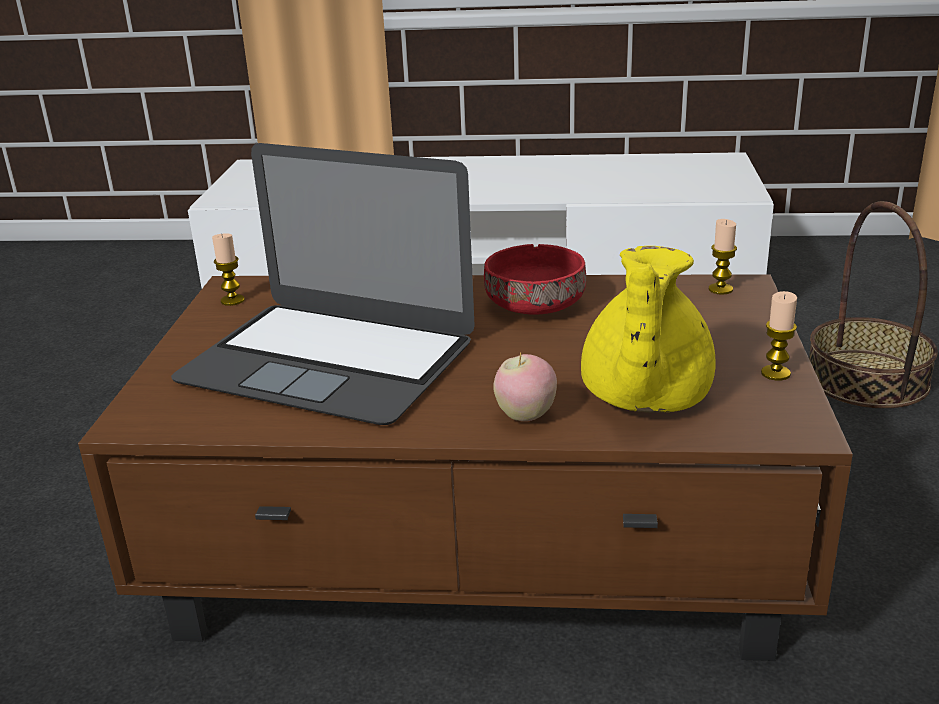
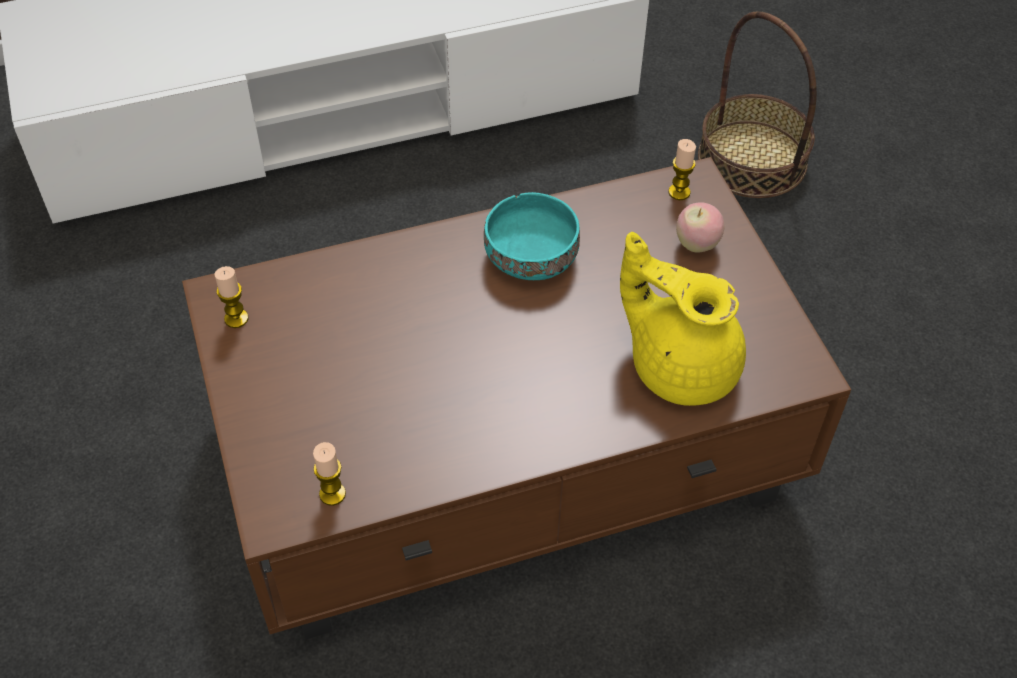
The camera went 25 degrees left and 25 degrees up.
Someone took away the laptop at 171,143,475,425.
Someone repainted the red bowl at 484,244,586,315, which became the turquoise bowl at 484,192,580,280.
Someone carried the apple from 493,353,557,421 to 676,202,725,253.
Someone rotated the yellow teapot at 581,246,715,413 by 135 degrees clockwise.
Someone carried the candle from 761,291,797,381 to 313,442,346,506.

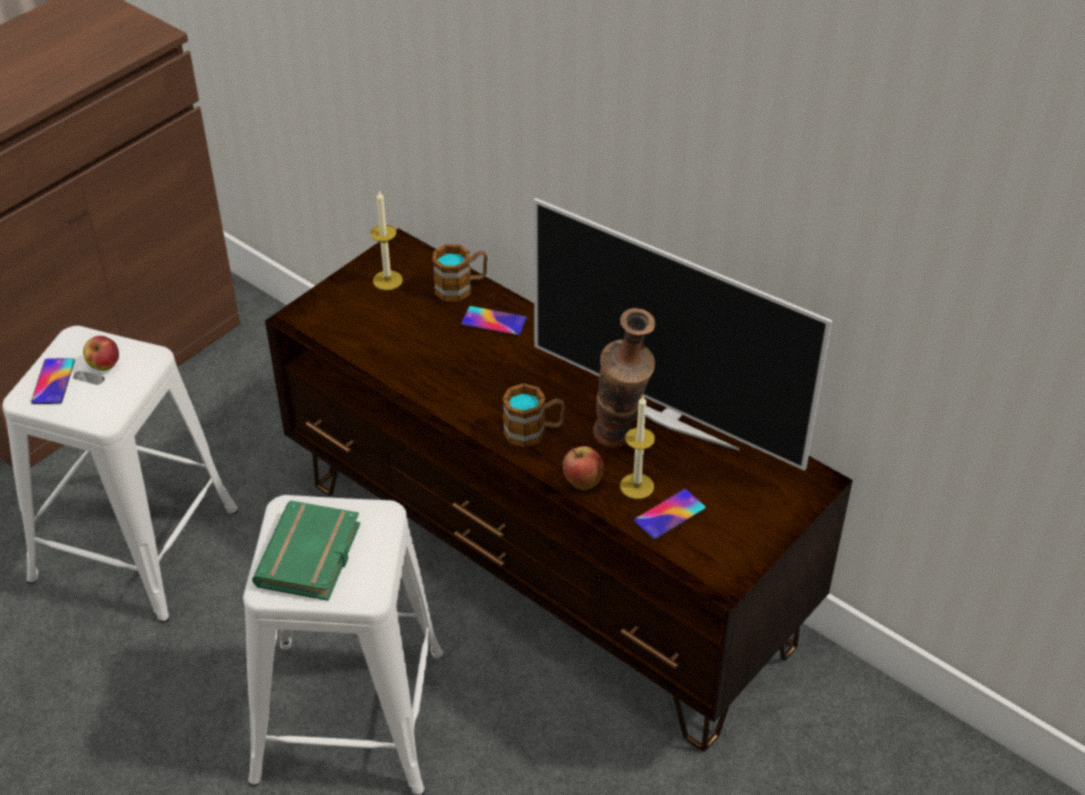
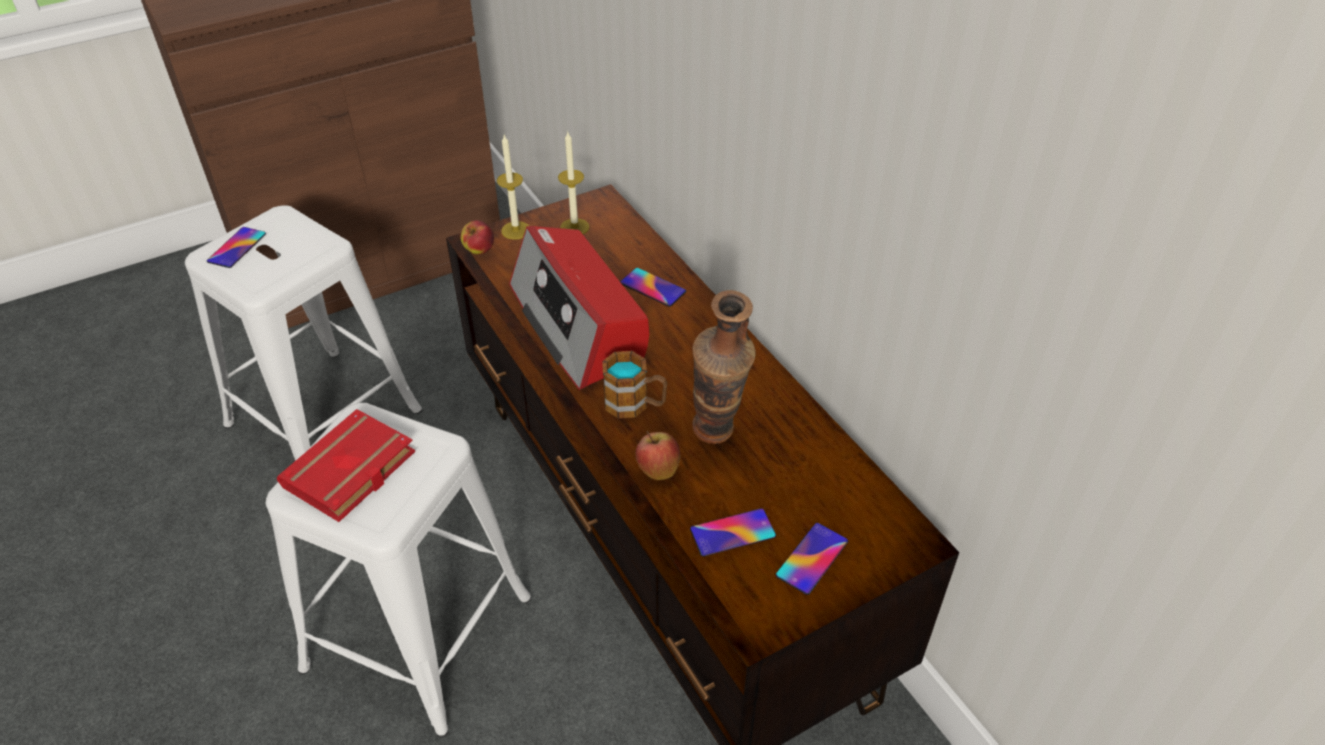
The camera went 20 degrees right and 0 degrees up.
Someone carried the apple from 83,336,119,371 to 461,220,494,255.
Someone repainted the green book at 252,500,360,601, which became the red book at 277,409,415,522.
Someone took away the mug at 432,244,488,302.
Someone took away the television at 534,198,832,471.
Someone carried the candle from 620,396,655,499 to 497,135,529,240.
Someone put down the radio at 509,226,649,390.
Someone put down the phone at 776,523,848,595.

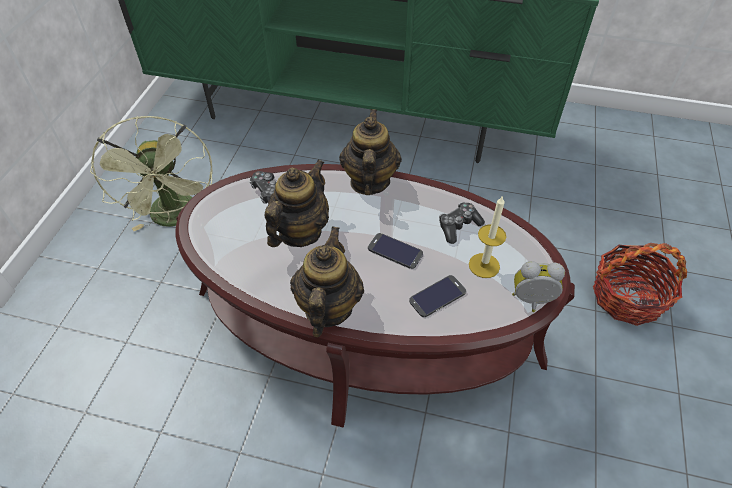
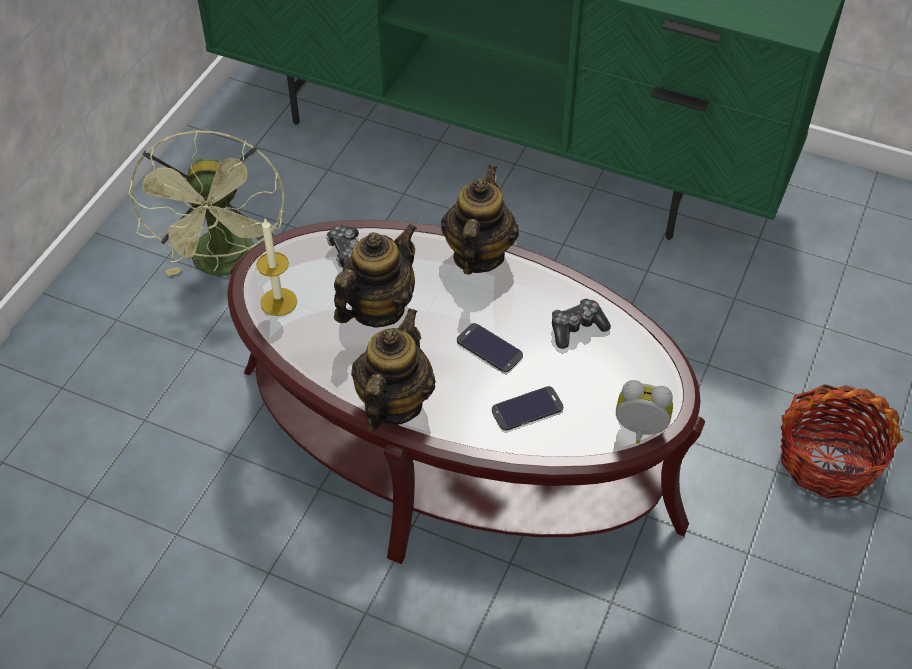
The camera went 10 degrees right and 0 degrees up.
Someone carried the candle from 469,195,506,278 to 256,219,297,316.

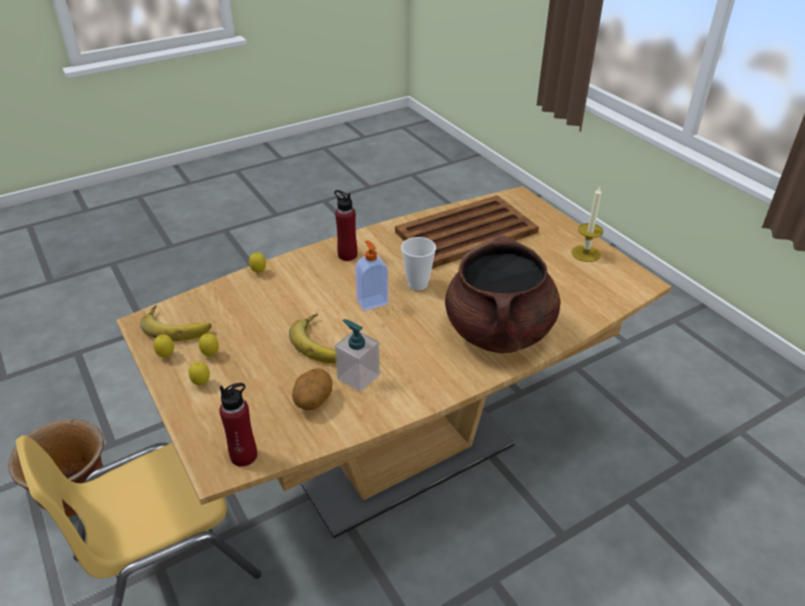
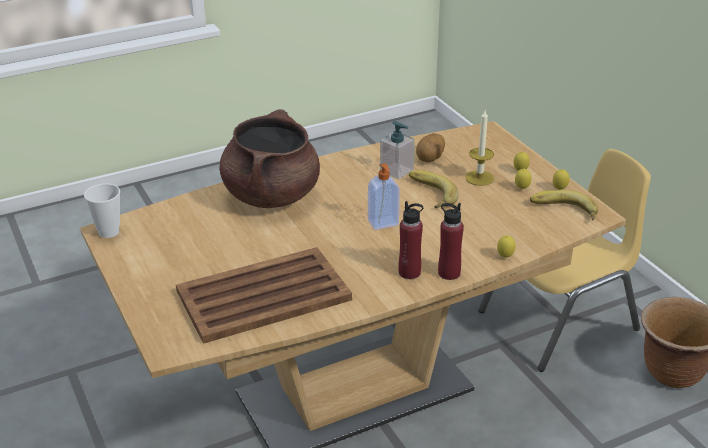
The camera went 175 degrees left and 5 degrees down.
Someone carried the red bottle from 219,383,257,467 to 438,203,464,280.
Someone carried the cup from 401,237,436,290 to 84,184,120,238.
Someone carried the candle from 572,185,603,262 to 465,110,494,186.

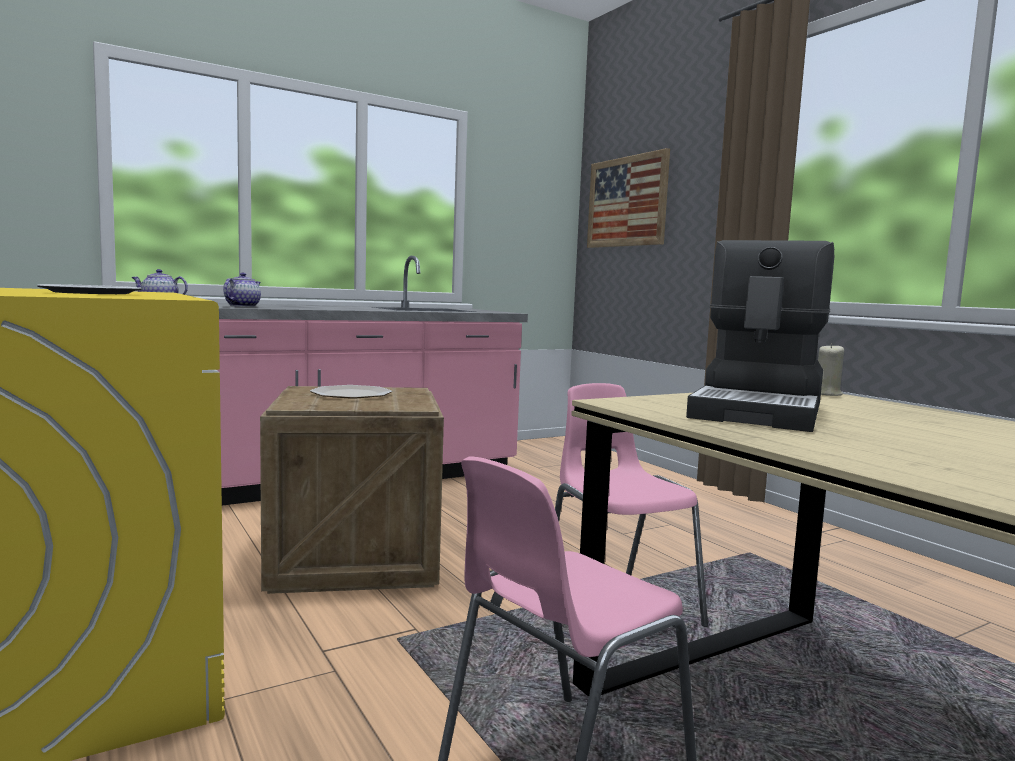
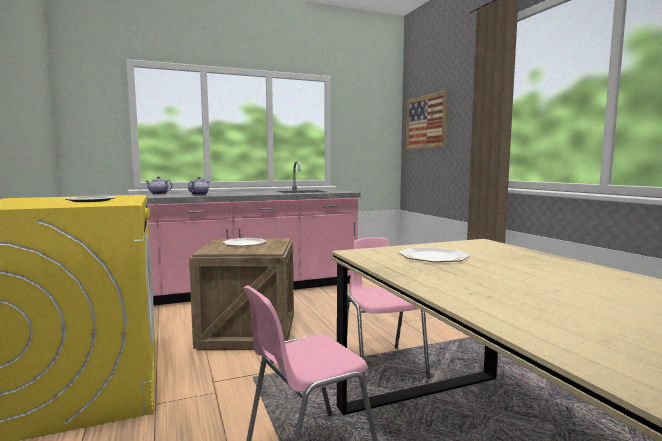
The camera went 10 degrees right and 0 degrees up.
Someone swapped the coffee machine at 686,240,834,432 for the plate at 399,247,470,262.
Someone took away the beige candle at 818,343,844,396.

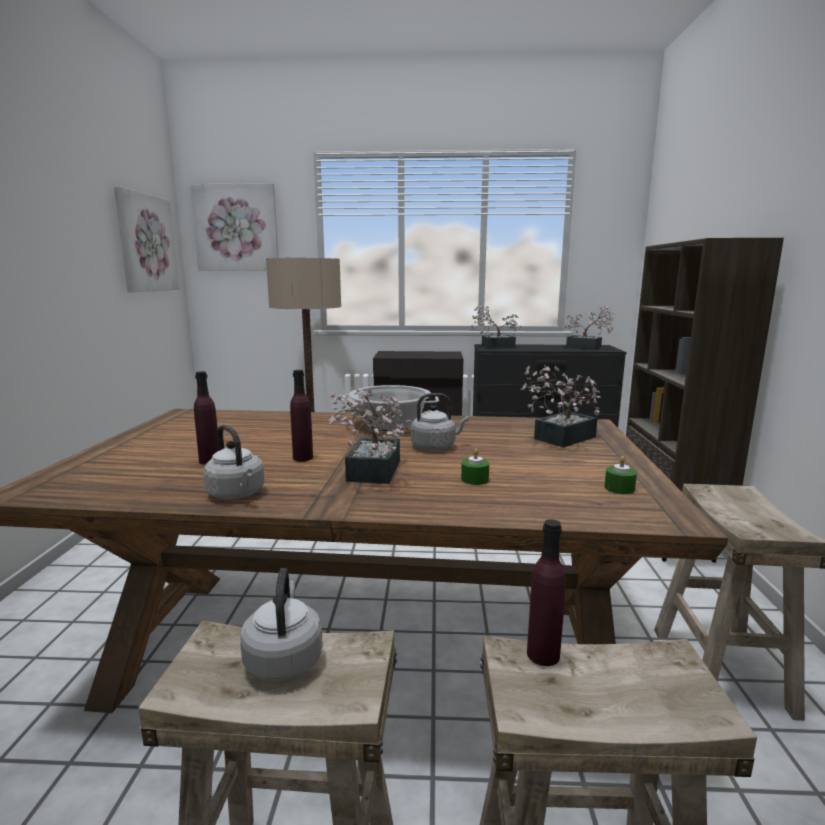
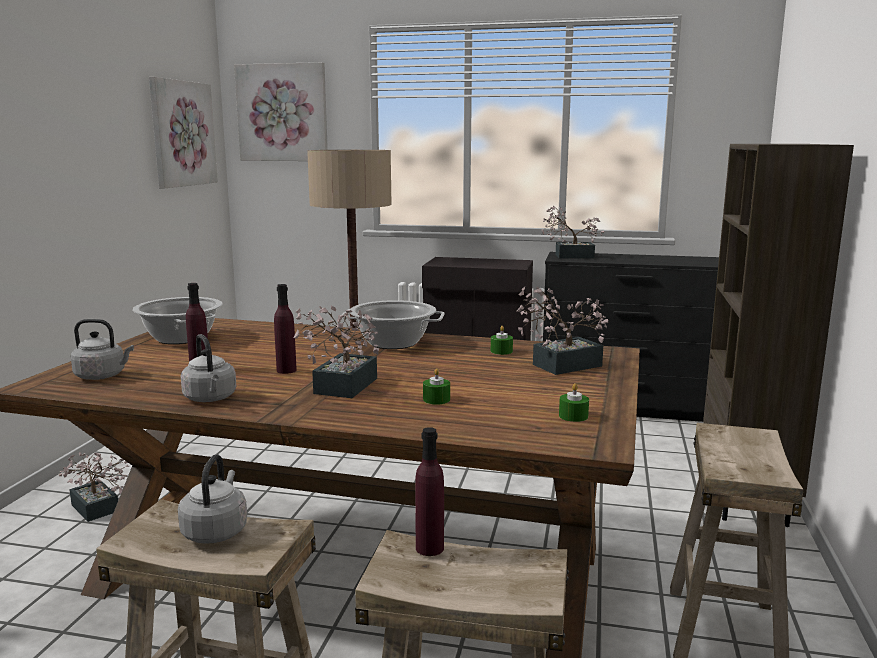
The camera went 10 degrees right and 0 degrees up.
Someone carried the grey kettle from 411,393,469,450 to 71,319,134,380.
Someone carried the potted plant from 562,306,615,350 to 59,452,129,522.
Someone put down the cooking pot at 133,297,223,344.
Someone put down the green candle at 491,326,513,355.

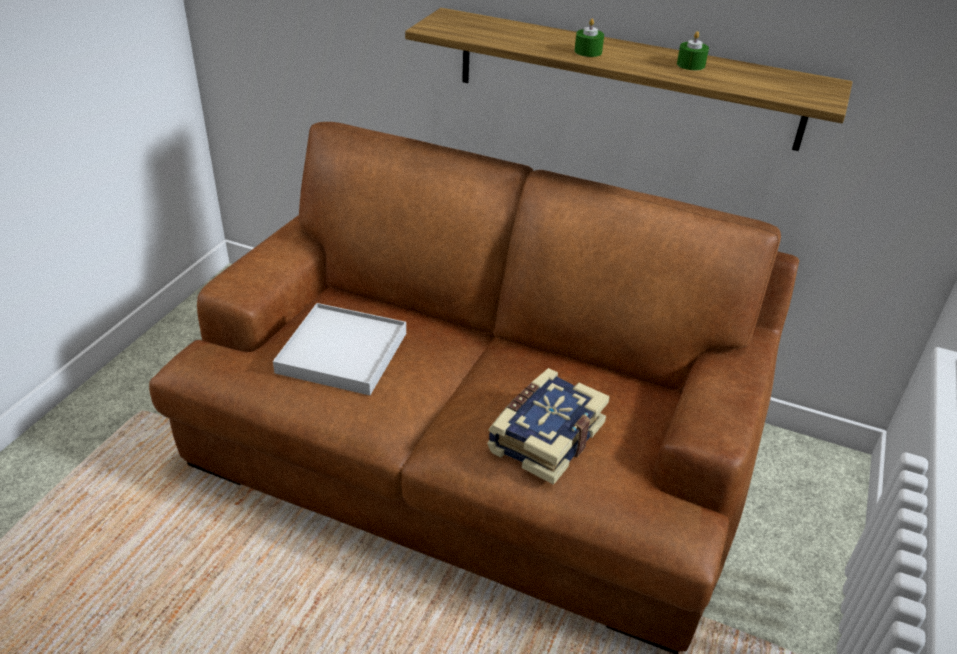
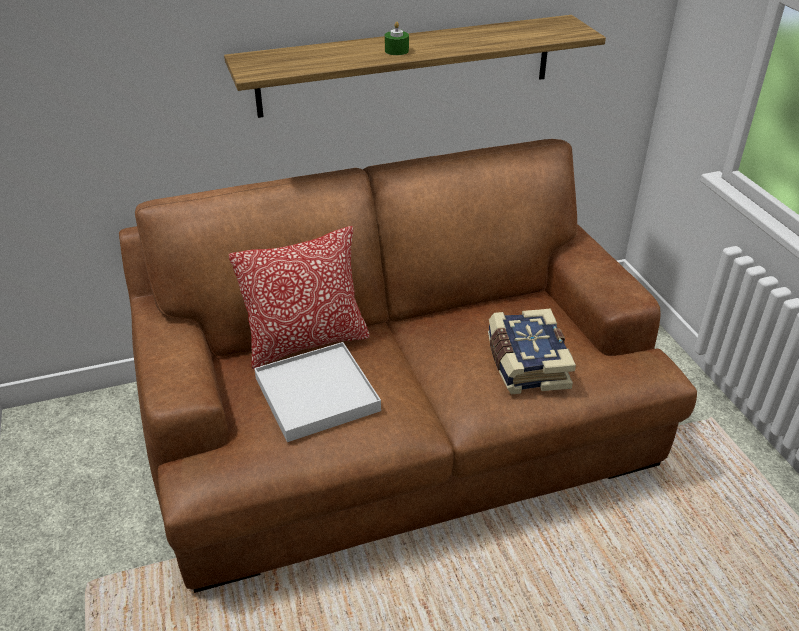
The camera went 40 degrees left and 0 degrees up.
Someone took away the green candle at 677,31,709,70.
Someone put down the pillow at 229,226,369,369.

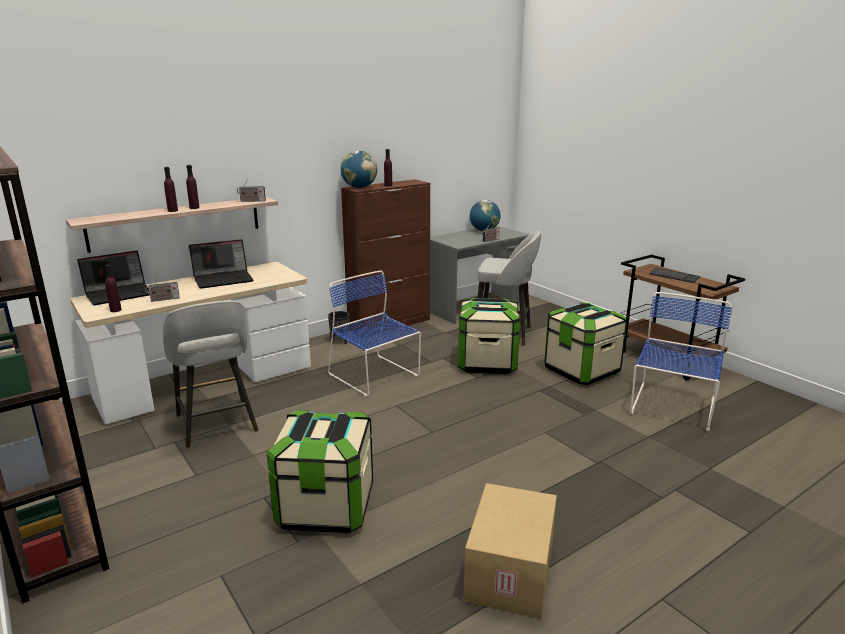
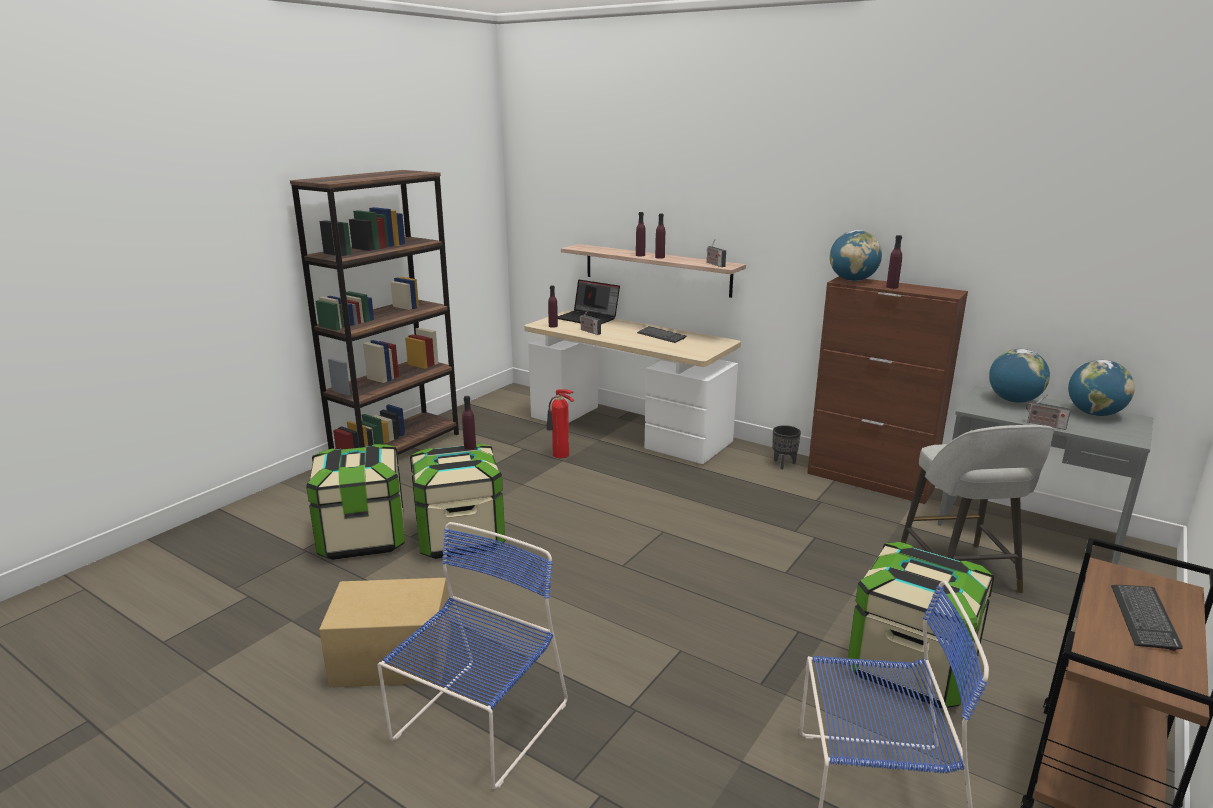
The camera went 70 degrees right and 0 degrees up.
Someone swapped the grey stool at 163,301,258,448 for the fire extinguisher at 547,389,574,458.
Someone swapped the laptop at 189,239,253,289 for the keyboard at 637,326,687,343.
Someone carried the blue chair from 328,270,421,397 to 377,522,568,789.
Someone carried the storage box from 458,297,521,374 to 306,444,405,560.
Someone put down the purple bottle at 462,396,476,449.
Someone put down the globe at 989,349,1050,403.

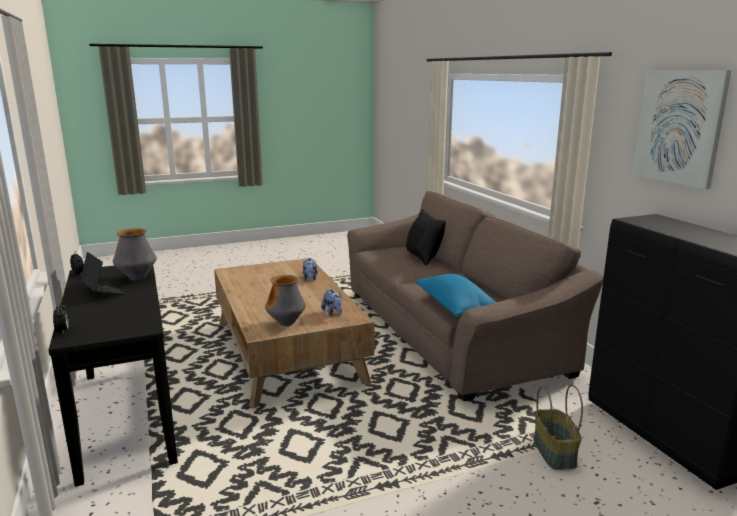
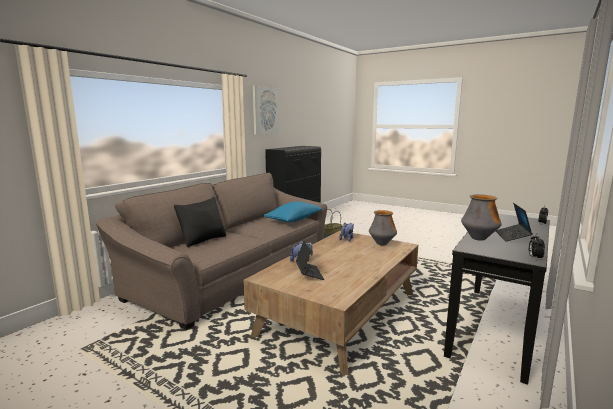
The camera went 125 degrees left and 5 degrees down.
Someone put down the laptop at 296,241,324,280.

